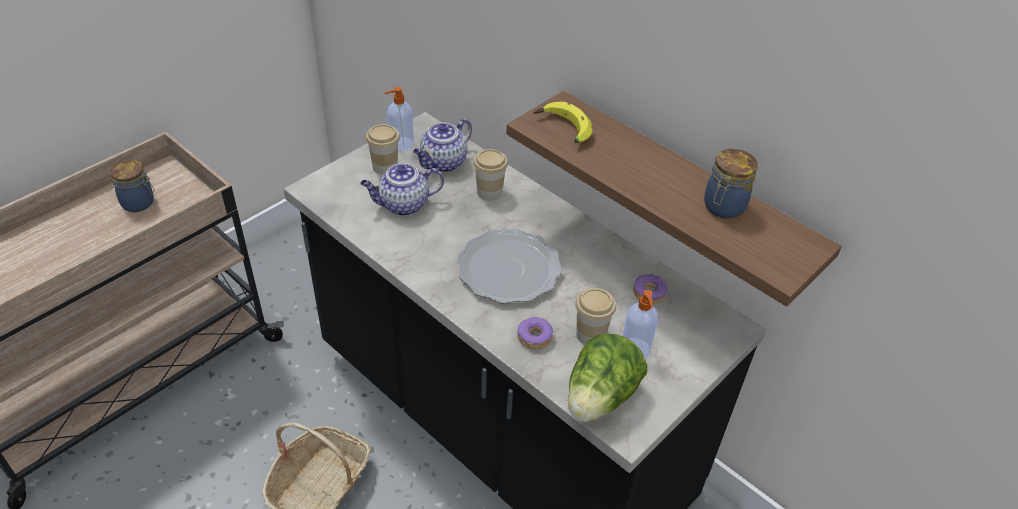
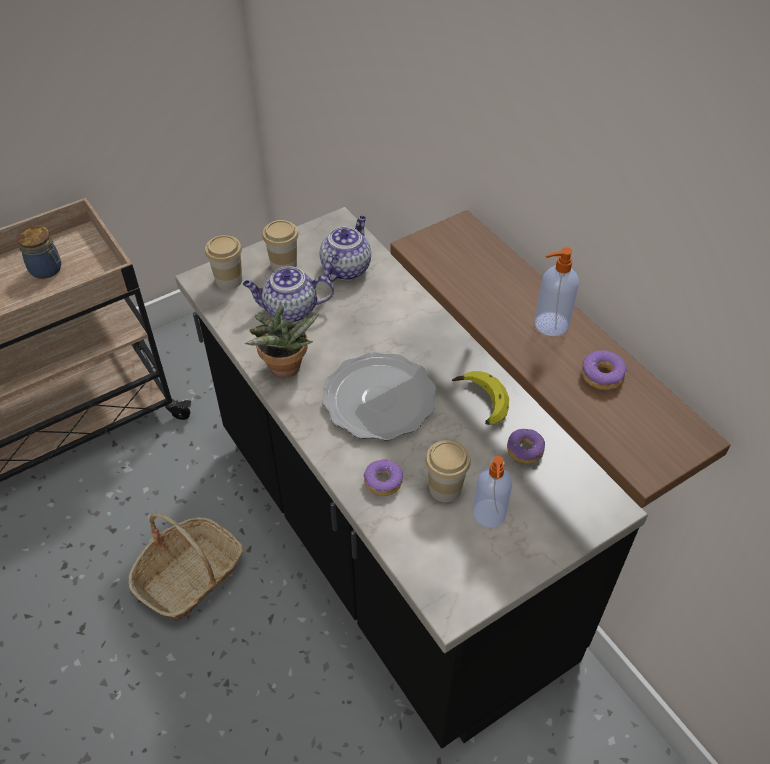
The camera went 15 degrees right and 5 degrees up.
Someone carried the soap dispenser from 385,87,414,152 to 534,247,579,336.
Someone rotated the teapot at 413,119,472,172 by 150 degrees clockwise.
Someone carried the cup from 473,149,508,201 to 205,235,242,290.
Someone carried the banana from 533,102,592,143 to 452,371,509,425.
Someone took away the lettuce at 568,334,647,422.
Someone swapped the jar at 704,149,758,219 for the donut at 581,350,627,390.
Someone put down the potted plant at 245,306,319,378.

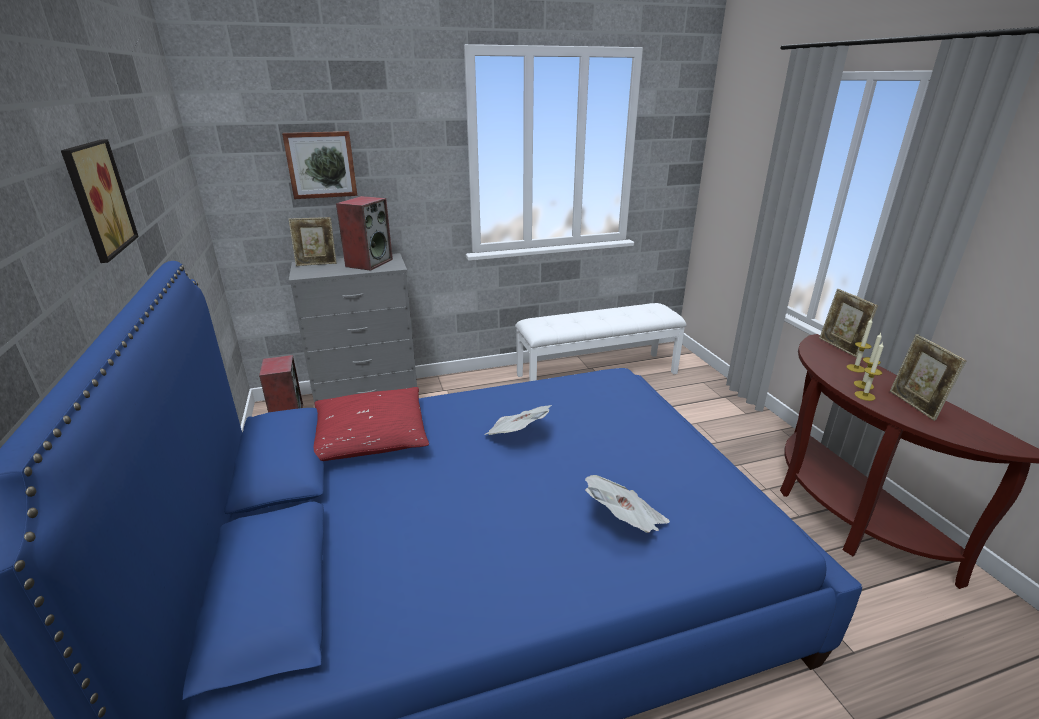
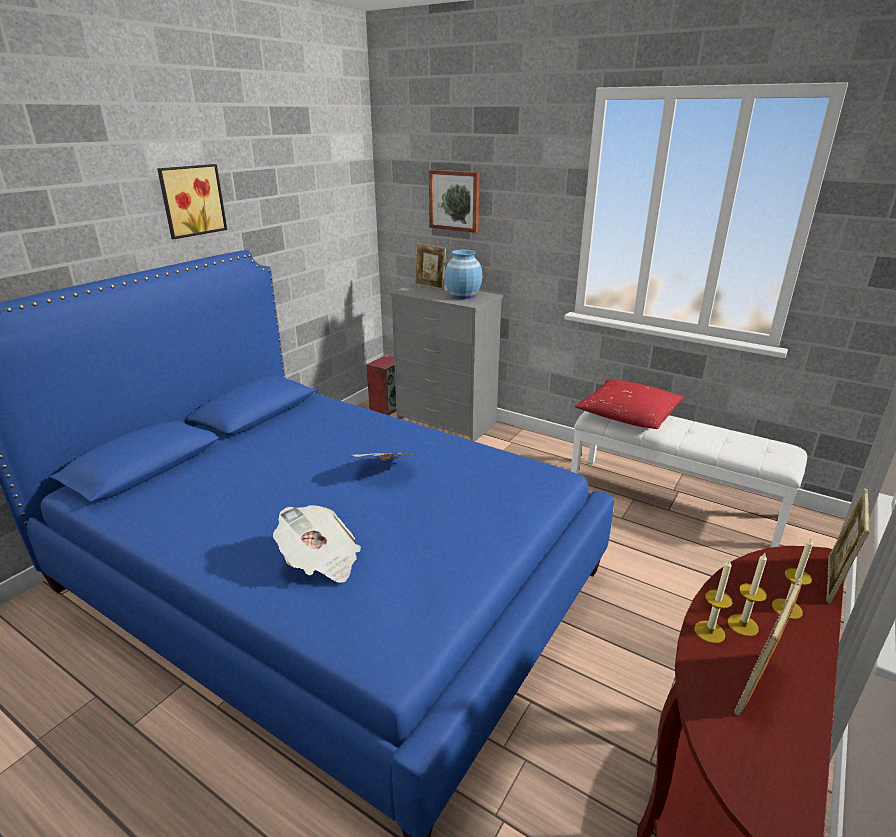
The camera went 50 degrees right and 0 degrees up.
Someone carried the red pillow from 314,387,429,461 to 575,379,685,429.
Someone swapped the speaker at 336,196,393,271 for the blue vase at 445,250,482,299.

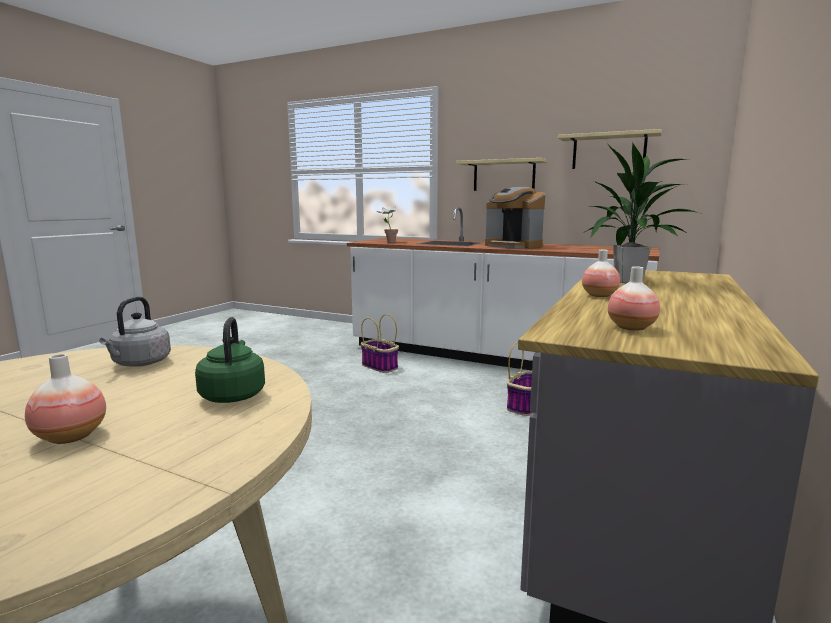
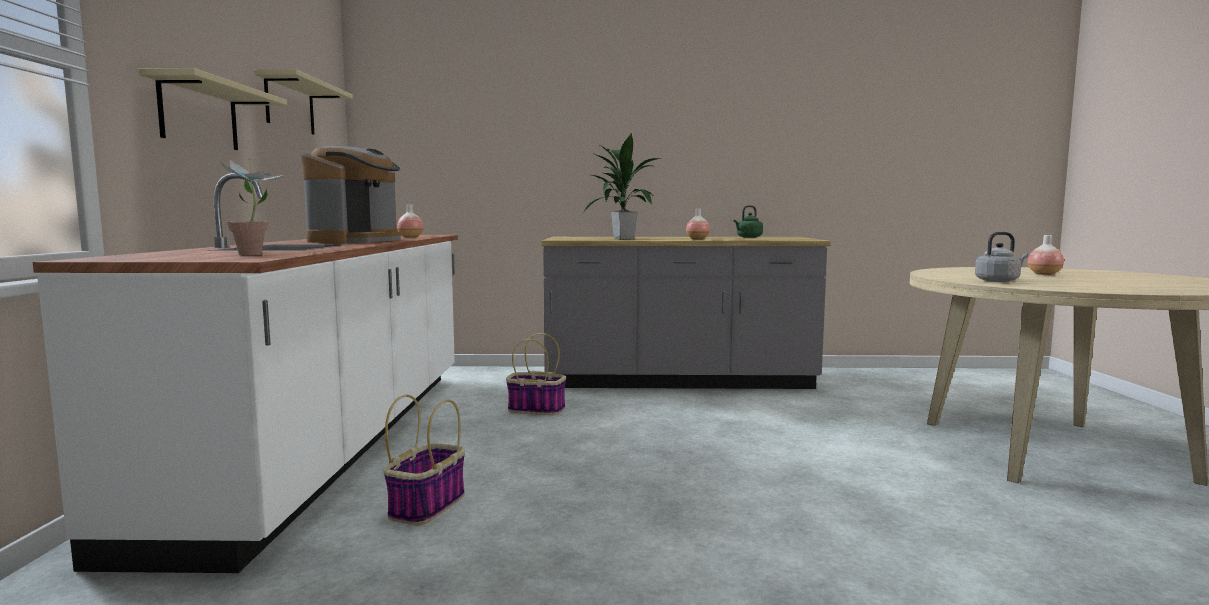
The camera went 115 degrees left and 5 degrees down.
Someone carried the green kettle from 195,317,265,403 to 734,205,763,238.
Someone carried the vase from 608,266,660,331 to 397,204,424,238.

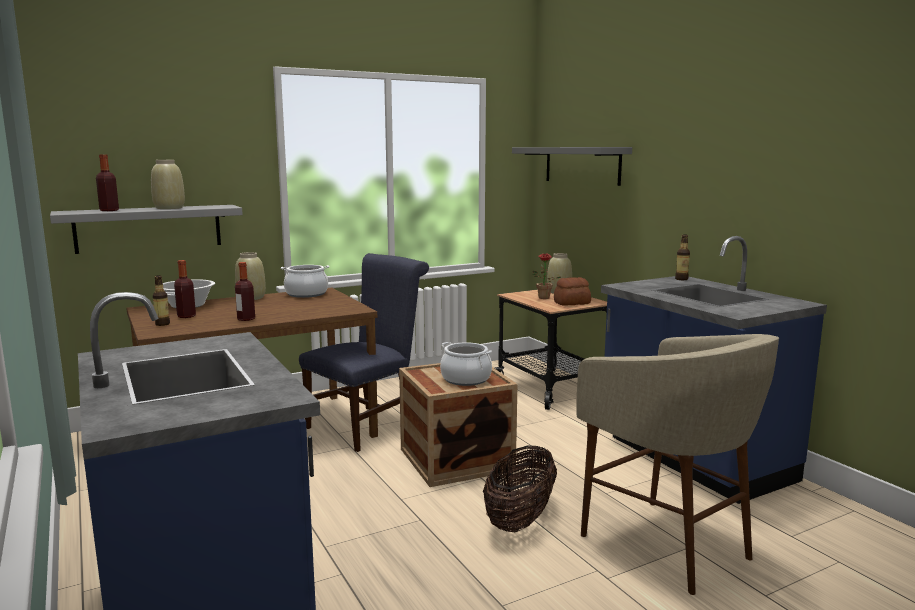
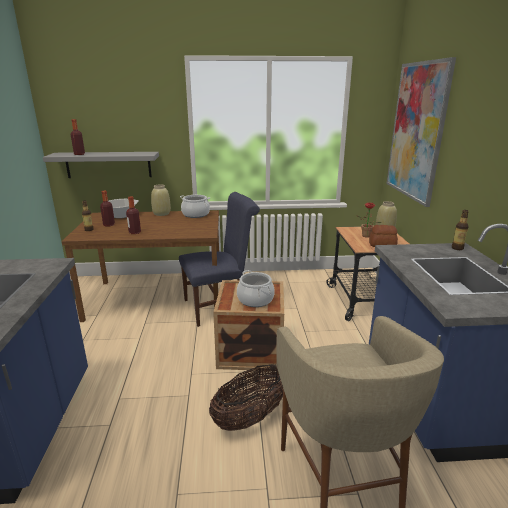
The camera went 25 degrees right and 10 degrees up.
Someone took away the beige vase at 151,160,185,209.
Someone swapped the grey shelf at 512,147,632,186 for the picture at 386,57,456,207.

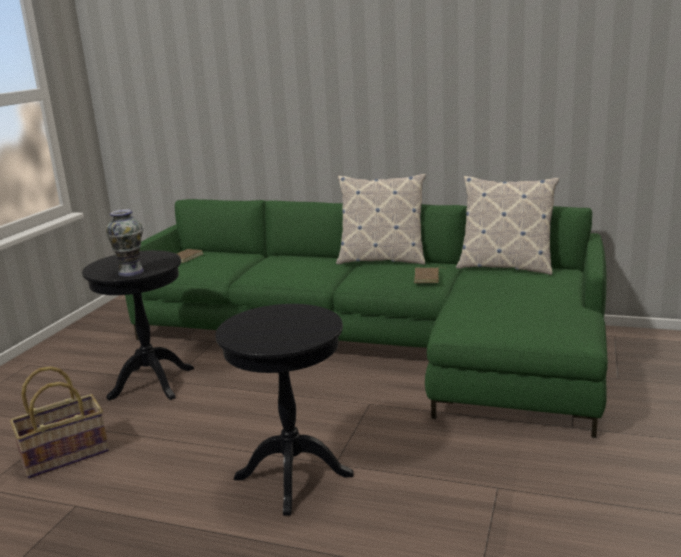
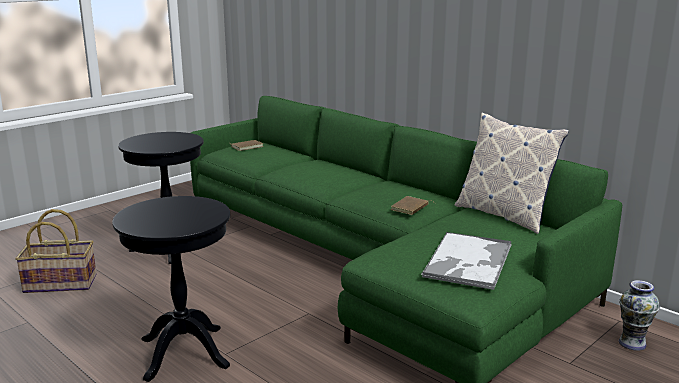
The camera went 25 degrees right and 0 degrees up.
Someone carried the vase from 106,209,144,277 to 619,280,660,351.
Someone took away the pillow at 336,174,426,265.
Someone put down the tray at 421,232,512,290.

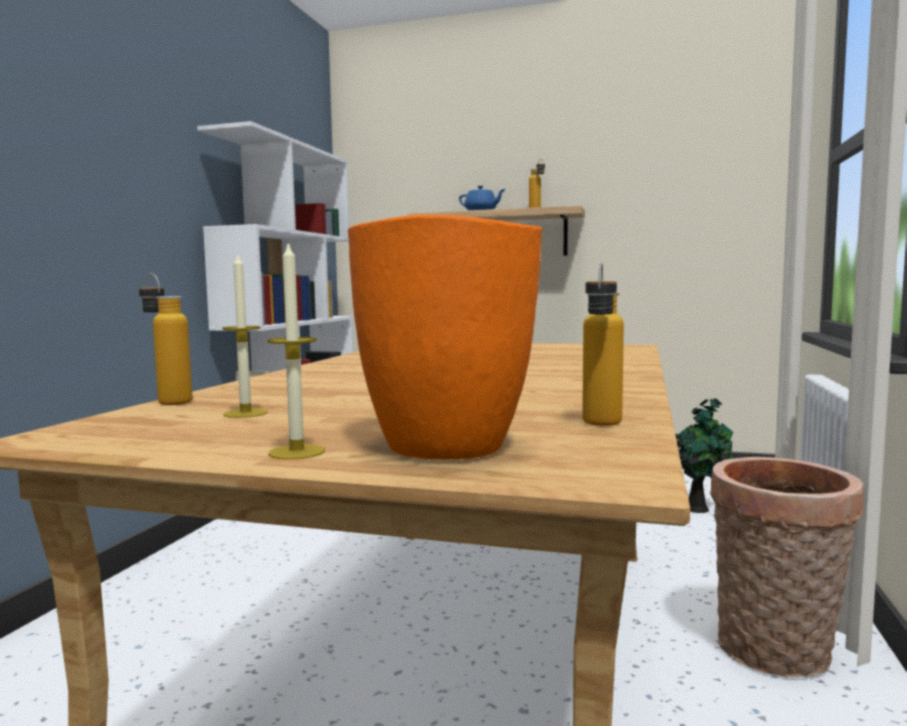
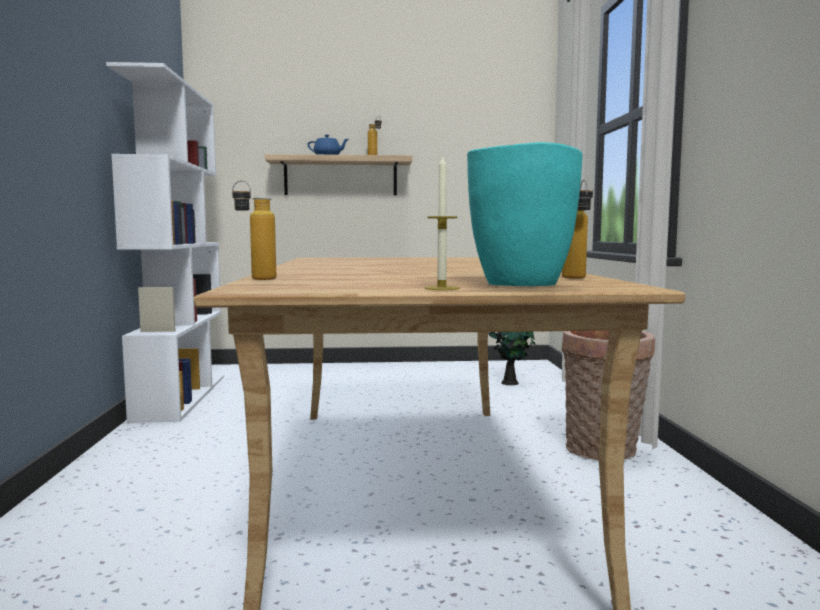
The camera went 20 degrees left and 0 degrees up.
Someone took away the candle at 222,252,268,418.
Someone repainted the orange vase at 348,215,542,460, which became the turquoise vase at 467,142,583,286.

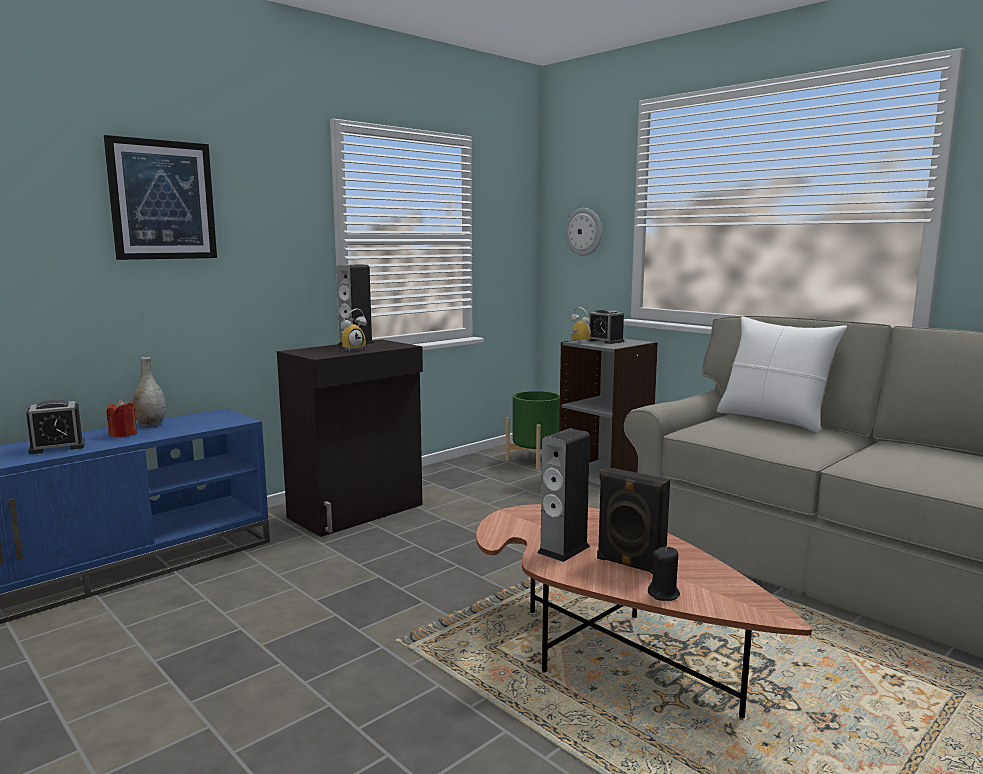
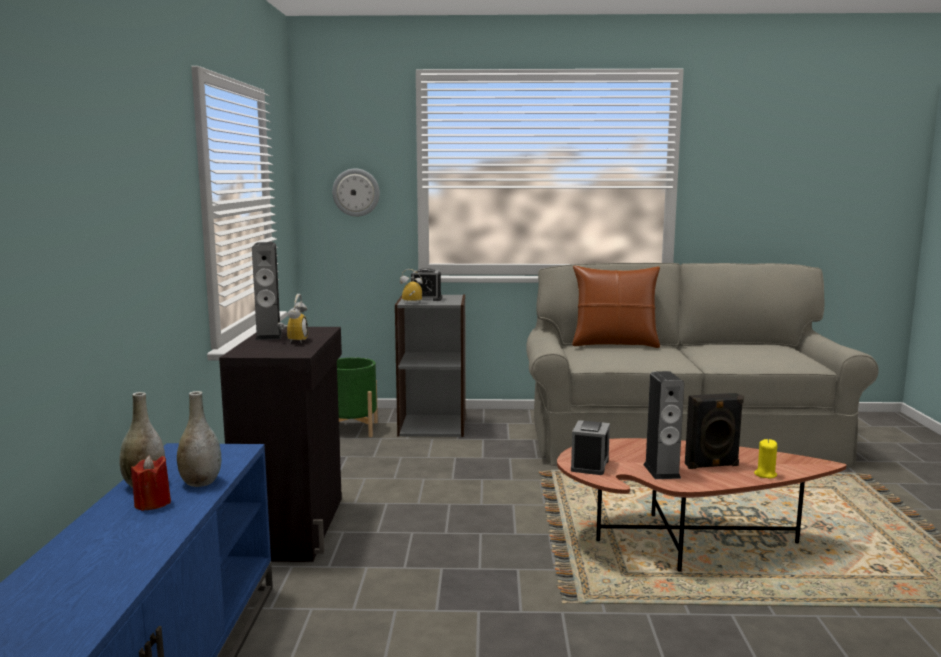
The camera went 45 degrees left and 0 degrees up.
Someone carried the alarm clock from 26,400,85,454 to 571,420,610,475.
Someone took away the picture at 104,135,217,260.
Someone repainted the black candle at 648,547,680,601, which became the yellow candle at 754,439,777,479.
Someone repainted the white pillow at 717,316,847,433, which became the brown pillow at 572,265,660,348.
Someone put down the grey vase at 177,391,221,487.

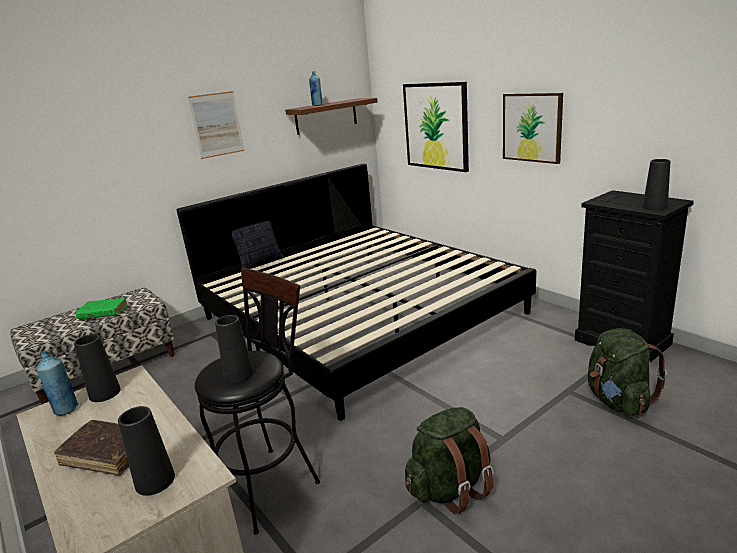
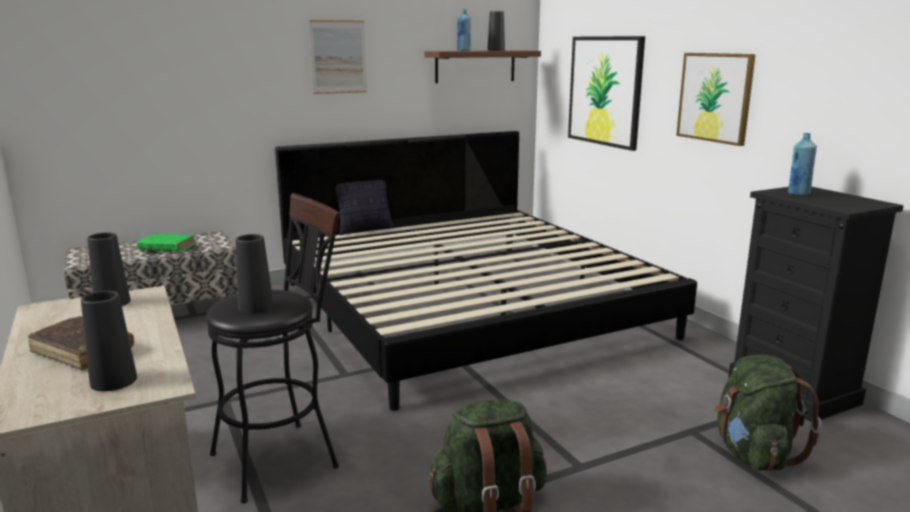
The camera went 10 degrees right and 5 degrees down.
Someone carried the blue bottle from 36,350,78,416 to 788,133,817,196.
Someone carried the black vase from 643,159,670,211 to 487,11,505,51.

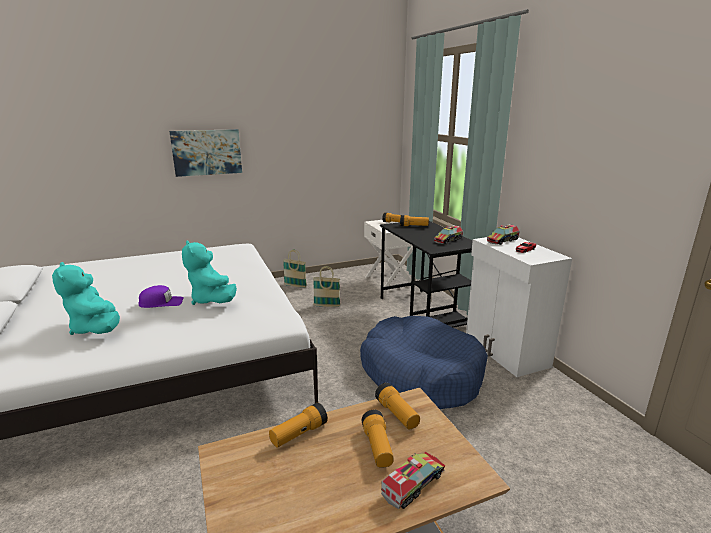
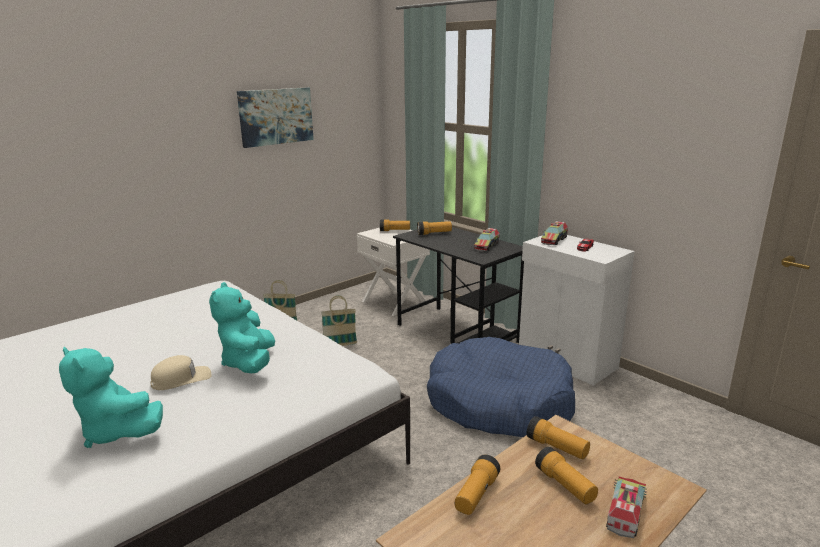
The camera went 20 degrees left and 0 degrees up.
Someone repainted the purple cap at 139,285,184,308, which became the beige cap at 150,355,212,390.
Someone carried the picture from 169,129,242,177 to 237,87,314,148.
Someone rotated the turquoise plush toy at 182,240,237,305 by 45 degrees clockwise.

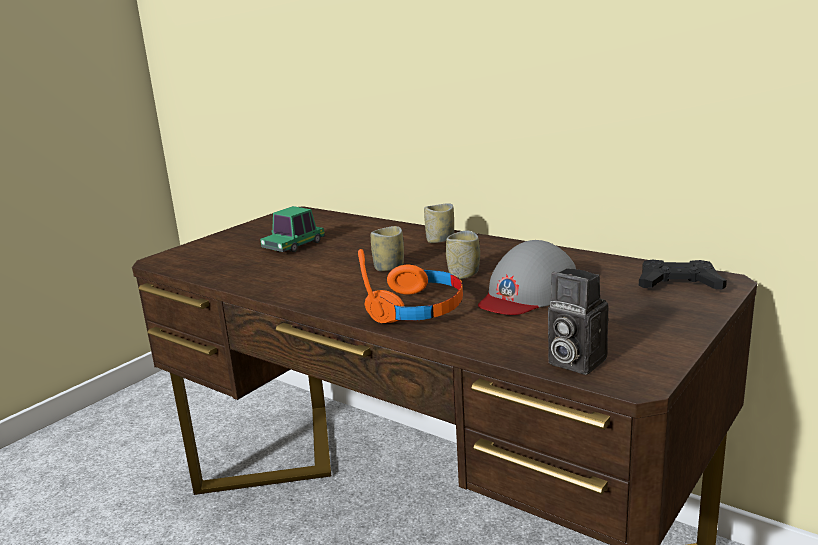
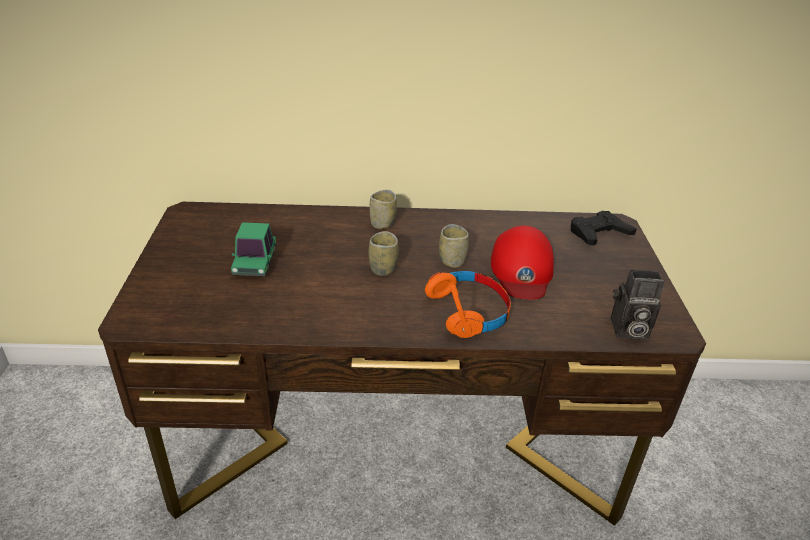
The camera went 40 degrees left and 15 degrees up.
Someone repainted the grey cap at 478,240,576,315, which became the red cap at 491,226,554,300.

